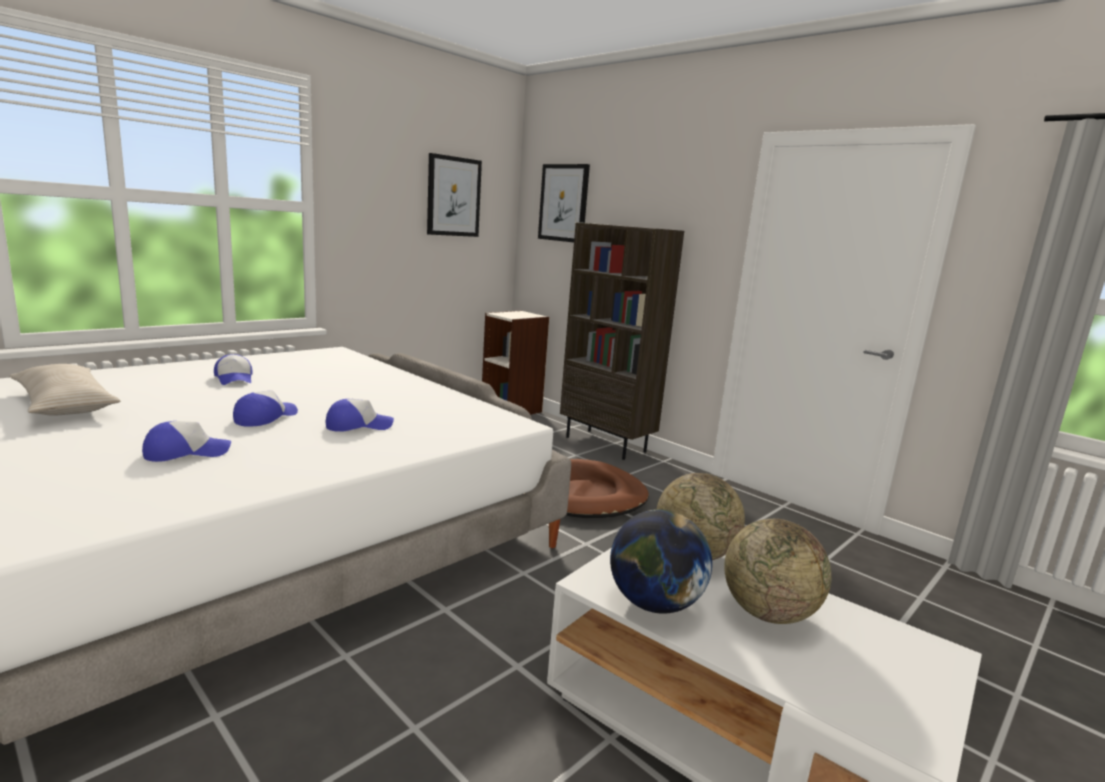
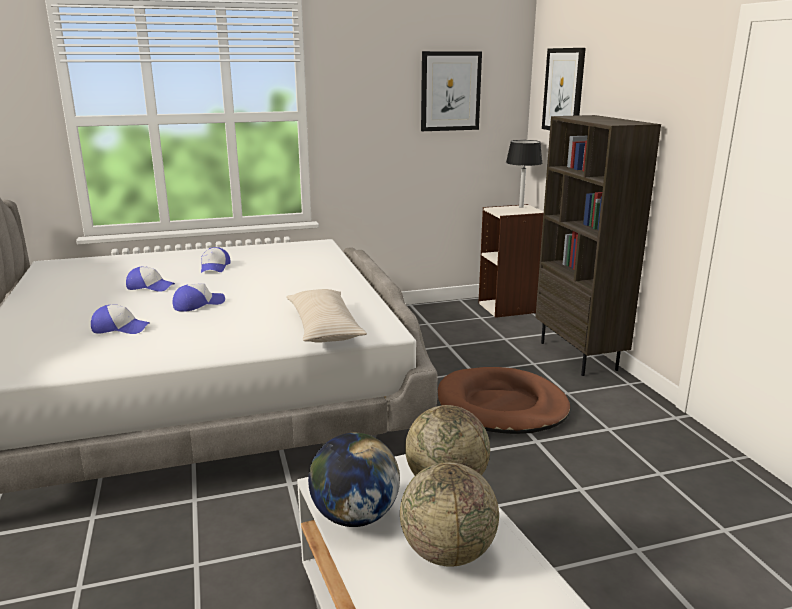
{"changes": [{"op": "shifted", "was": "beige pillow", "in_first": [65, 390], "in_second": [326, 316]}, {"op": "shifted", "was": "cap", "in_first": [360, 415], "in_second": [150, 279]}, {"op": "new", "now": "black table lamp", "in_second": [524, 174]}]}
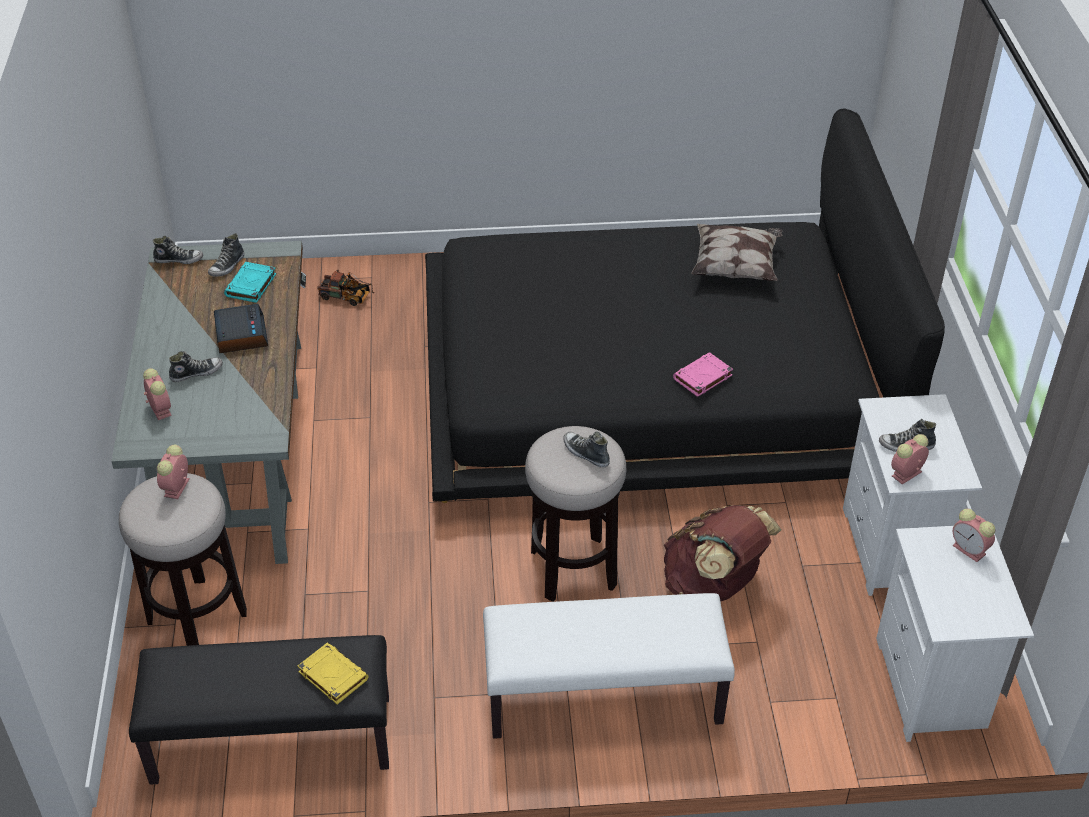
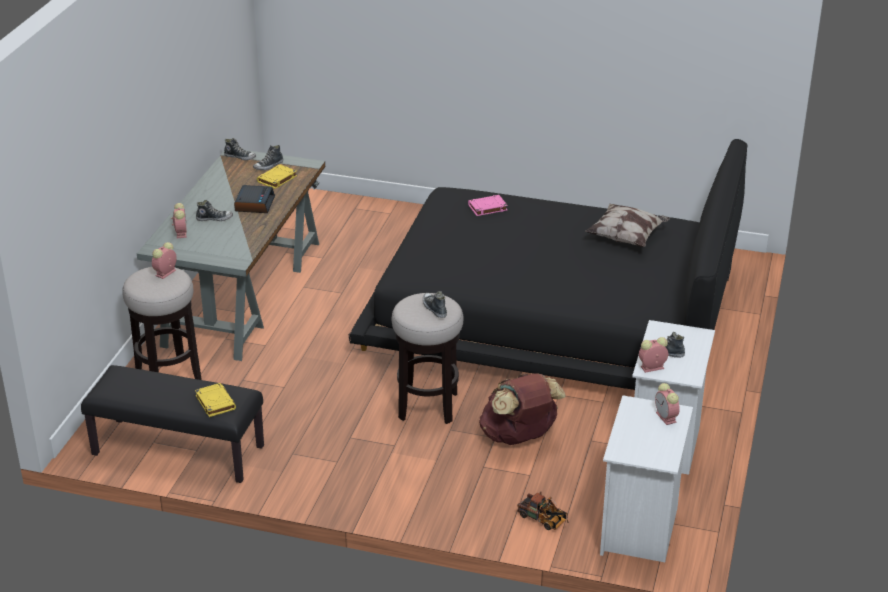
{"changes": [{"op": "repainted", "was": "turquoise book", "now": "yellow book", "in_first": [250, 282], "in_second": [277, 176]}, {"op": "shifted", "was": "toy truck", "in_first": [345, 287], "in_second": [542, 510]}, {"op": "gone", "was": "white bench", "in_first": [609, 666]}, {"op": "shifted", "was": "pink book", "in_first": [703, 374], "in_second": [488, 205]}]}
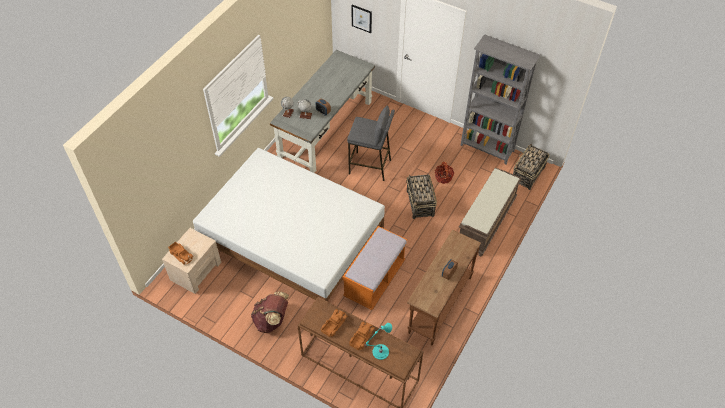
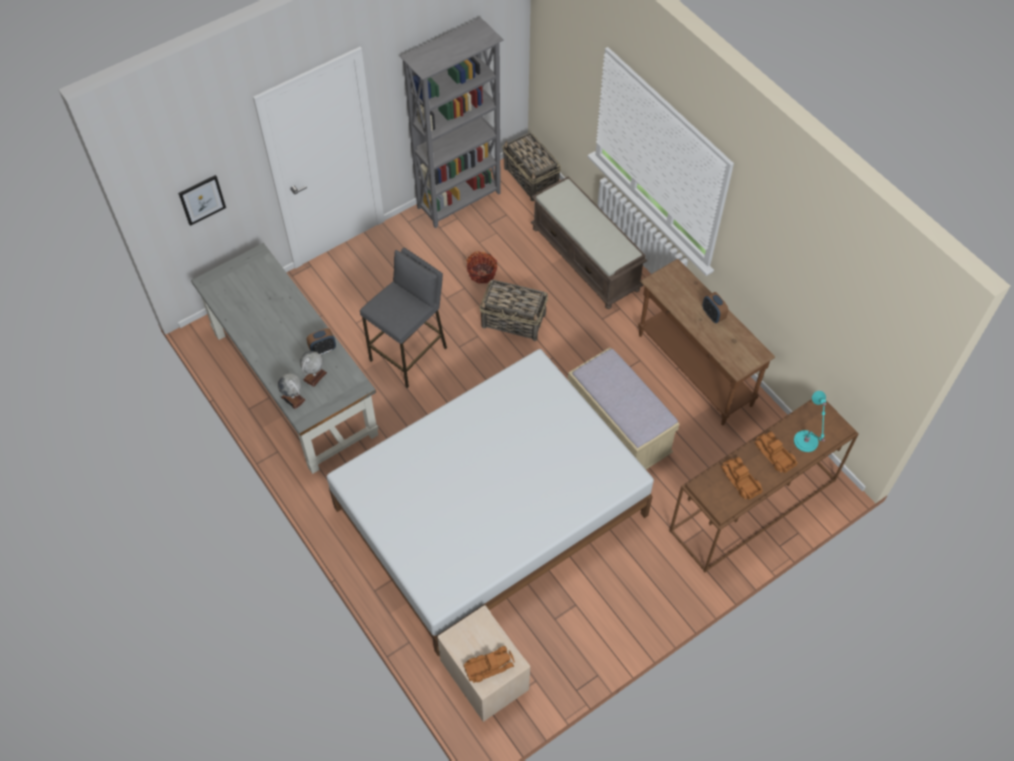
{"changes": [{"op": "gone", "was": "brown backpack", "in_first": [270, 312]}, {"op": "repainted", "was": "orange bench", "now": "beige bench", "in_first": [375, 268], "in_second": [623, 408]}]}
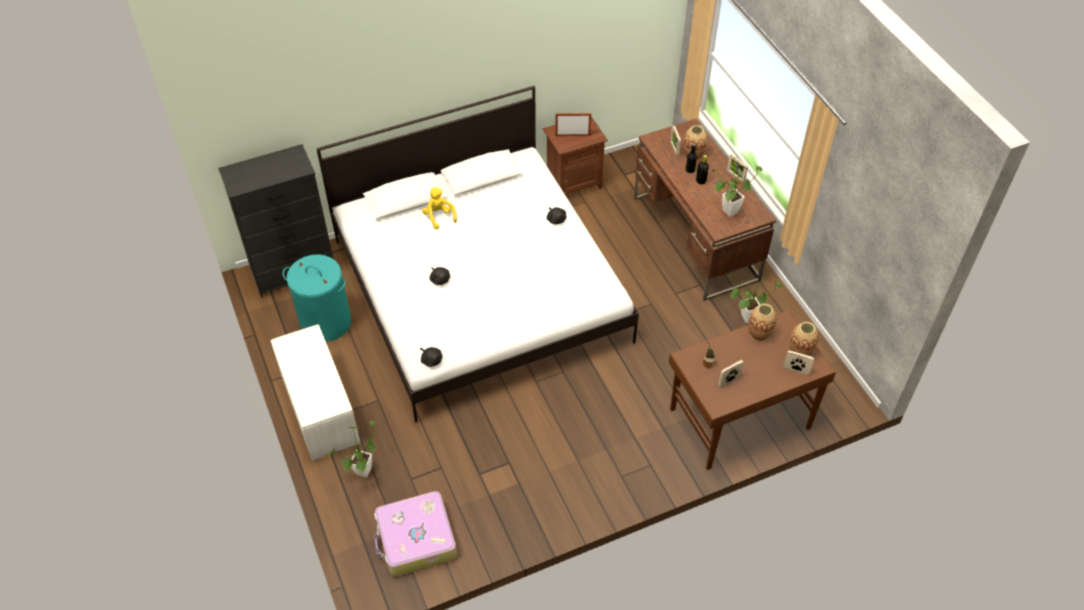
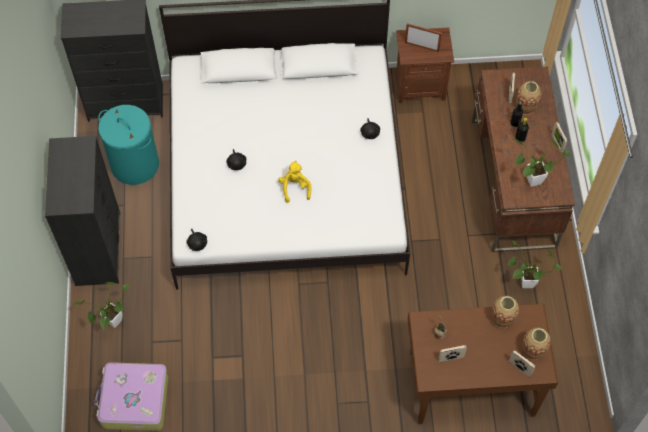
{"changes": [{"op": "swapped", "was": "white bench", "now": "black dresser", "in_first": [316, 393], "in_second": [82, 211]}, {"op": "shifted", "was": "yellow plush toy", "in_first": [439, 208], "in_second": [295, 182]}]}
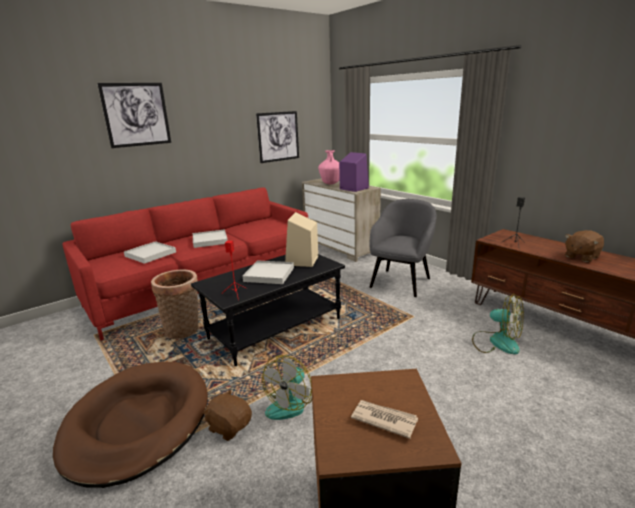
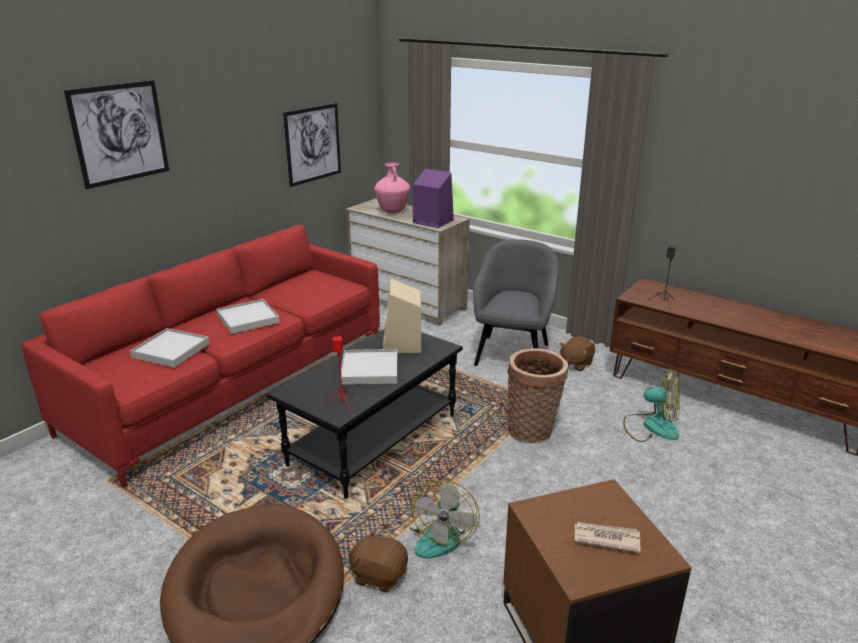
{"changes": [{"op": "shifted", "was": "basket", "in_first": [175, 304], "in_second": [537, 395]}, {"op": "shifted", "was": "brown plush toy", "in_first": [584, 246], "in_second": [577, 354]}]}
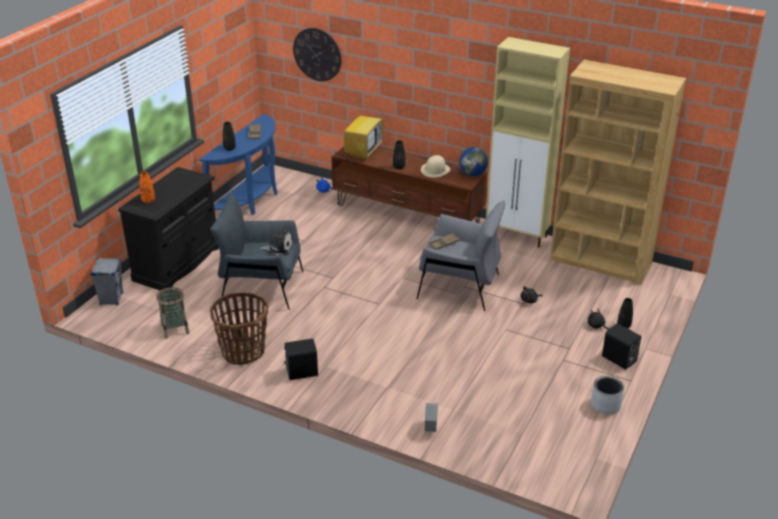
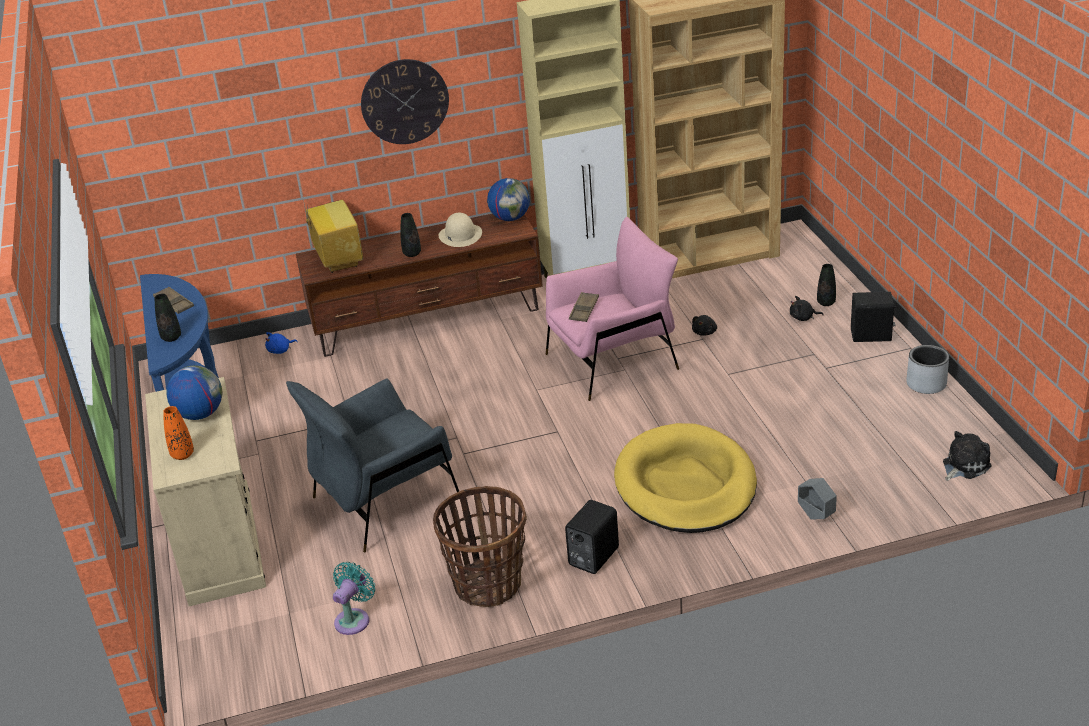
{"changes": [{"op": "gone", "was": "grey speaker", "in_first": [106, 281]}, {"op": "repainted", "was": "black cabinet", "now": "beige cabinet", "in_first": [168, 229], "in_second": [205, 491]}, {"op": "swapped", "was": "basket", "now": "turquoise fan", "in_first": [173, 313], "in_second": [354, 598]}, {"op": "shifted", "was": "plush toy", "in_first": [276, 241], "in_second": [967, 456]}, {"op": "shifted", "was": "wall clock", "in_first": [317, 54], "in_second": [405, 101]}, {"op": "repainted", "was": "grey armchair", "now": "pink armchair", "in_first": [460, 255], "in_second": [612, 309]}, {"op": "new", "now": "globe", "in_second": [194, 393]}, {"op": "new", "now": "yellow dog bed", "in_second": [685, 478]}]}
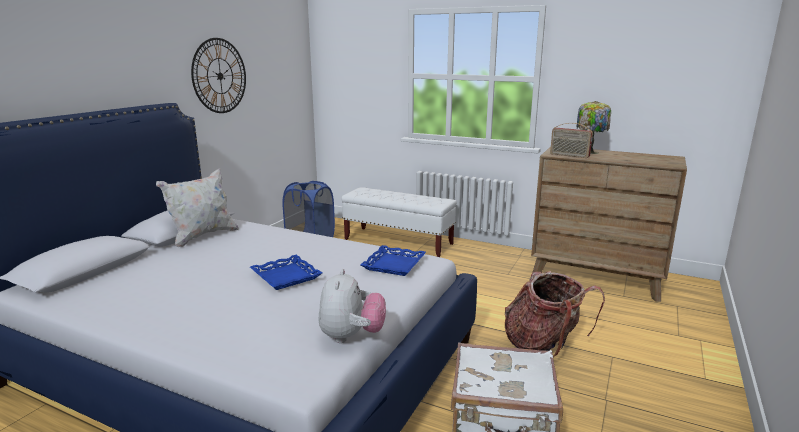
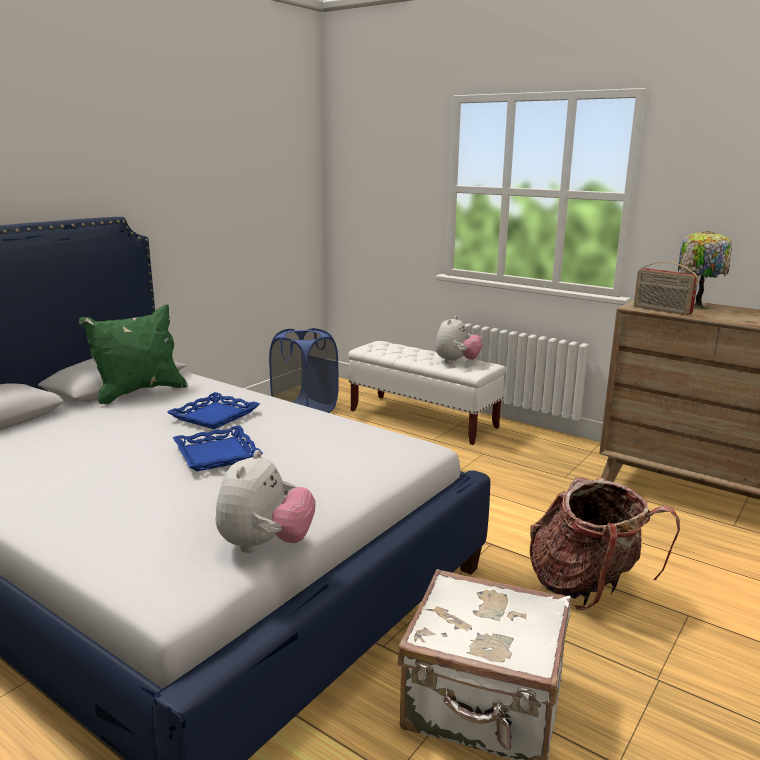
{"changes": [{"op": "repainted", "was": "white pillow", "now": "green pillow", "in_first": [197, 207], "in_second": [133, 354]}, {"op": "gone", "was": "wall clock", "in_first": [218, 75]}, {"op": "shifted", "was": "blue tray", "in_first": [393, 260], "in_second": [213, 410]}, {"op": "new", "now": "plush toy", "in_second": [459, 340]}]}
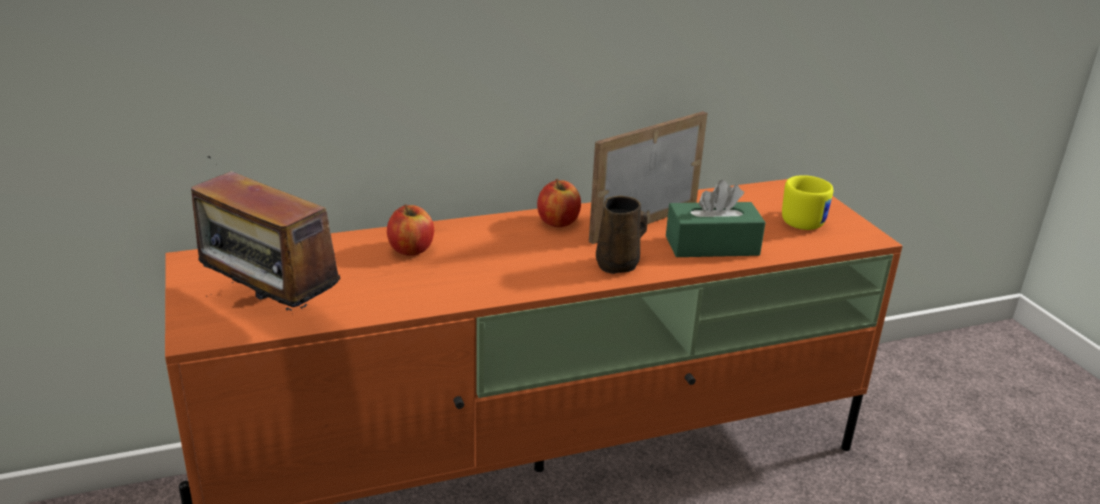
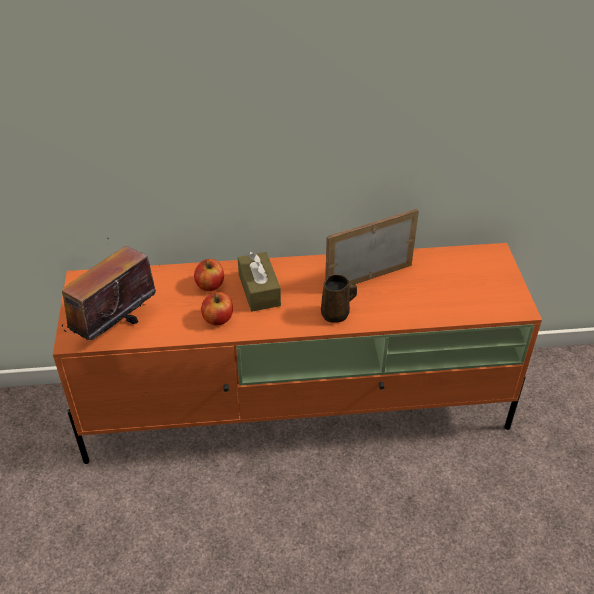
{"changes": [{"op": "rotated", "was": "radio", "in_first": [265, 233], "in_second": [111, 288], "clockwise": 75}, {"op": "shifted", "was": "apple", "in_first": [559, 203], "in_second": [217, 309]}, {"op": "gone", "was": "green tissue box", "in_first": [716, 218]}, {"op": "gone", "was": "yellow mug", "in_first": [807, 202]}, {"op": "new", "now": "brown tissue box", "in_second": [259, 282]}]}
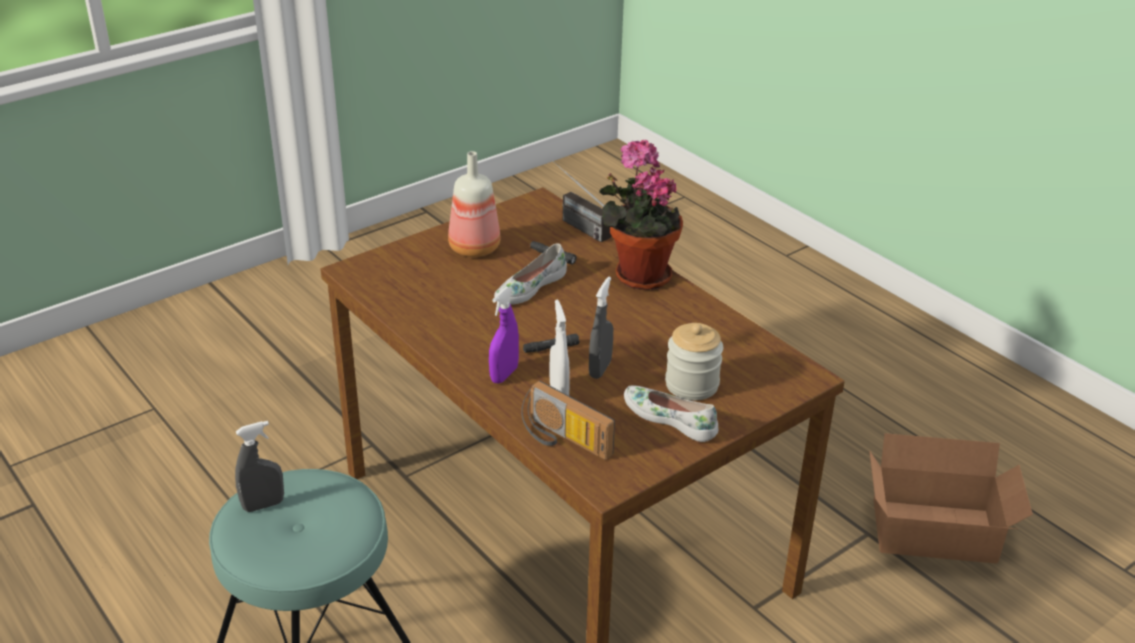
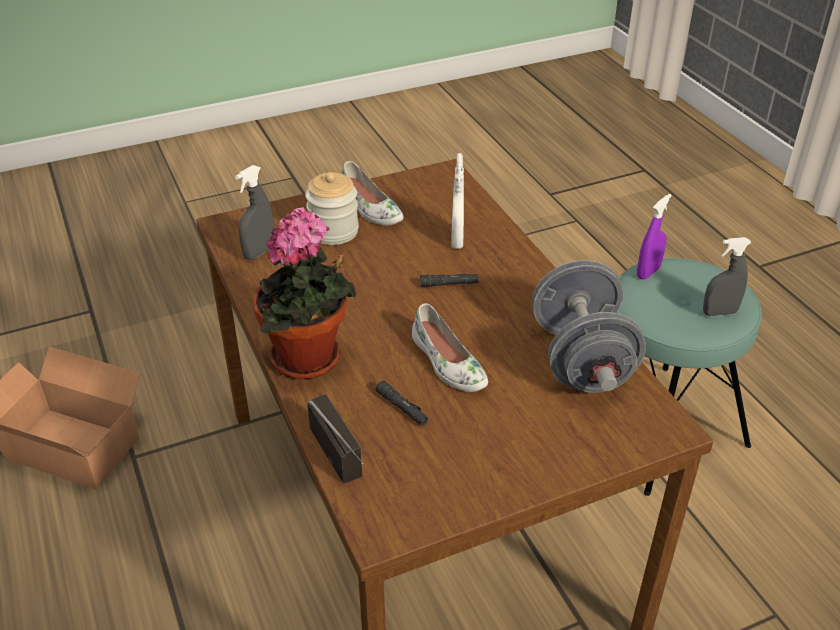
{"changes": [{"op": "gone", "was": "bottle", "in_first": [474, 204]}, {"op": "shifted", "was": "purple spray bottle", "in_first": [504, 335], "in_second": [654, 237]}, {"op": "rotated", "was": "white shoe", "in_first": [530, 274], "in_second": [450, 347], "clockwise": 90}, {"op": "gone", "was": "radio", "in_first": [568, 420]}, {"op": "shifted", "was": "grey spray bottle", "in_first": [601, 328], "in_second": [254, 212]}, {"op": "new", "now": "grey dumbbell", "in_second": [589, 326]}]}
